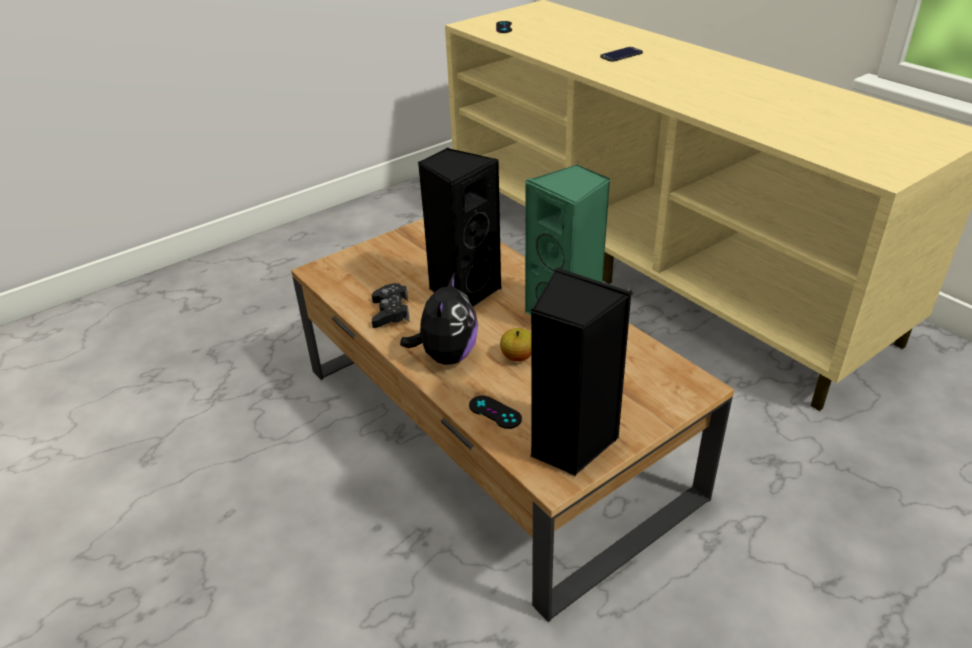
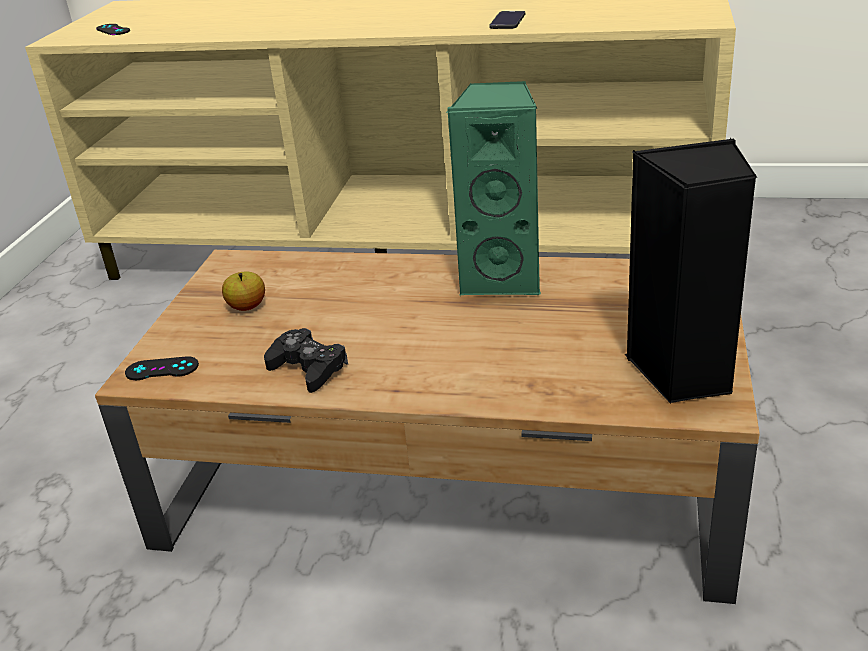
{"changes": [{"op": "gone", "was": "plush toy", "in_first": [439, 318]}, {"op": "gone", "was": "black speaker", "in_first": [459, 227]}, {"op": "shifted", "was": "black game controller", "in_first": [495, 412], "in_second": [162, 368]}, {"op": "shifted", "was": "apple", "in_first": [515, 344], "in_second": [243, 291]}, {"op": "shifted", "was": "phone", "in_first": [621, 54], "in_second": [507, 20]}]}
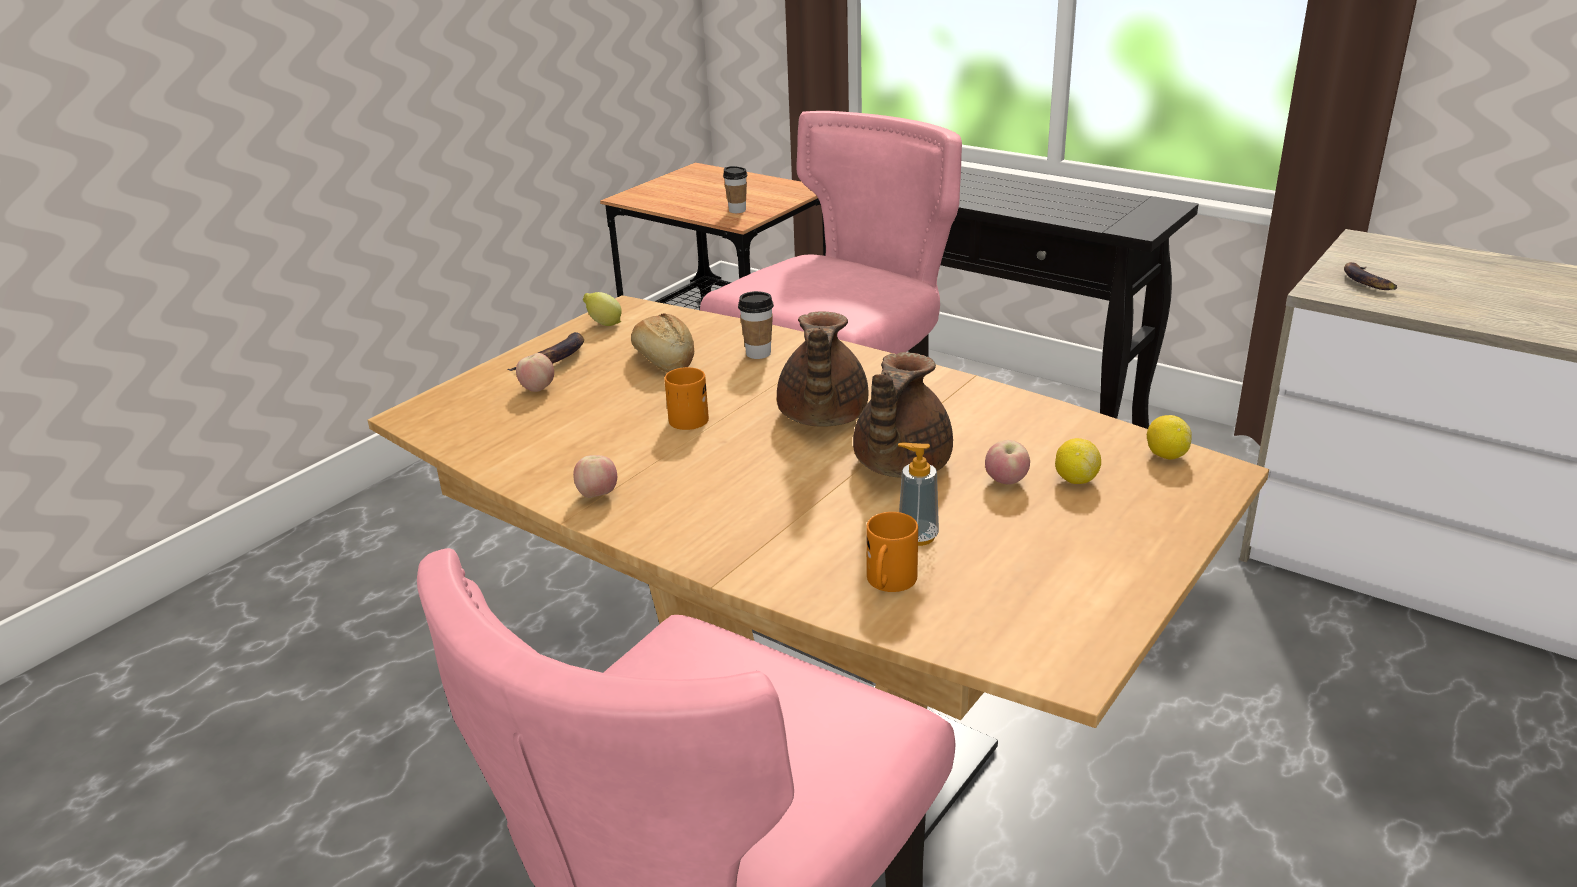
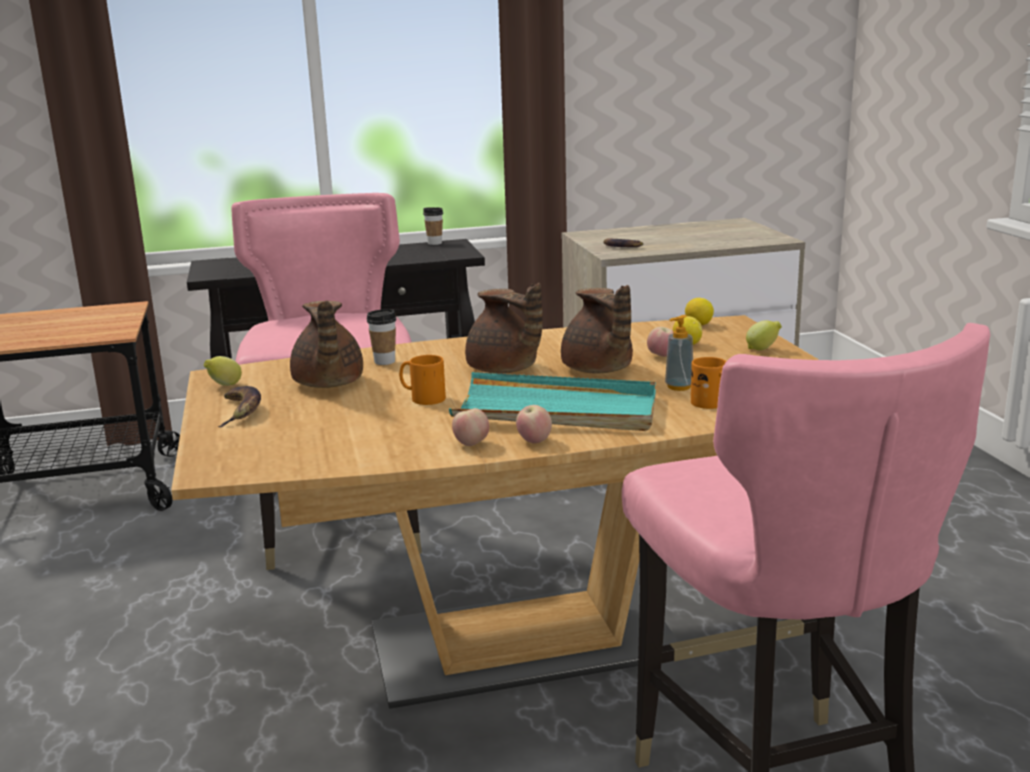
{"changes": [{"op": "shifted", "was": "apple", "in_first": [535, 372], "in_second": [534, 424]}, {"op": "swapped", "was": "bread", "now": "brown teapot", "in_first": [662, 342], "in_second": [326, 344]}, {"op": "shifted", "was": "cup", "in_first": [735, 189], "in_second": [433, 226]}, {"op": "new", "now": "turquoise tray", "in_second": [552, 401]}, {"op": "new", "now": "lemon", "in_second": [764, 335]}]}
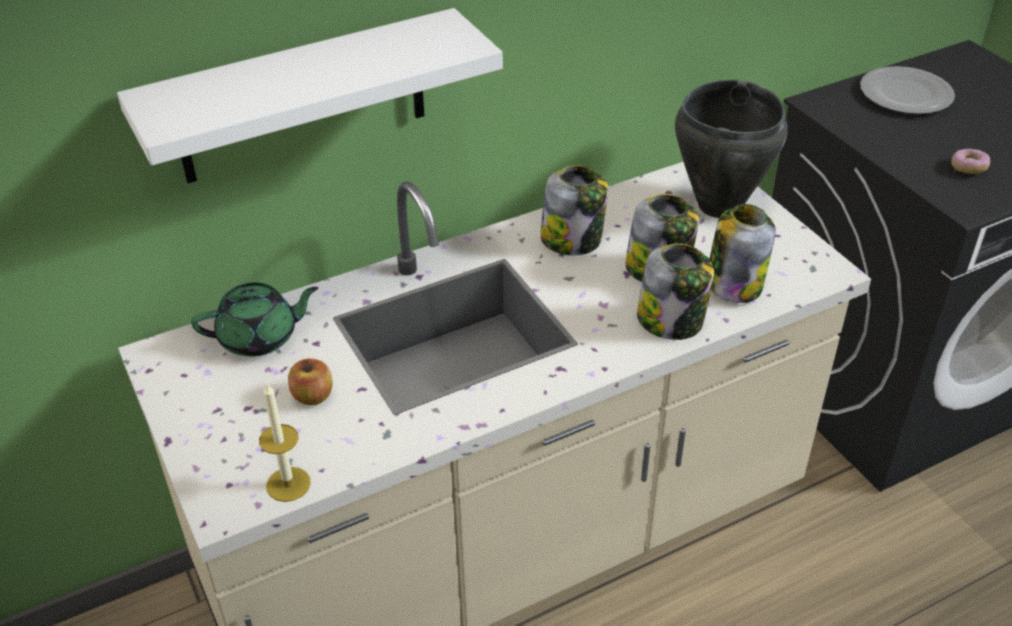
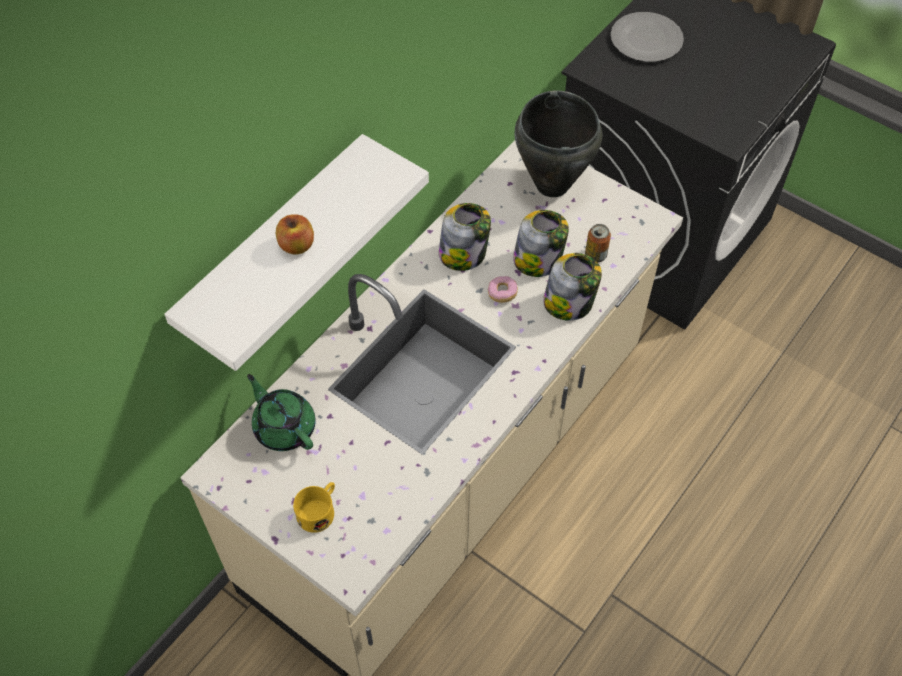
{"changes": [{"op": "rotated", "was": "green teapot", "in_first": [254, 319], "in_second": [281, 412], "clockwise": -90}, {"op": "gone", "was": "candle", "in_first": [285, 442]}, {"op": "shifted", "was": "apple", "in_first": [310, 382], "in_second": [295, 234]}, {"op": "swapped", "was": "jar", "now": "can", "in_first": [743, 253], "in_second": [598, 243]}, {"op": "shifted", "was": "donut", "in_first": [970, 161], "in_second": [503, 289]}, {"op": "new", "now": "yellow mug", "in_second": [314, 507]}]}
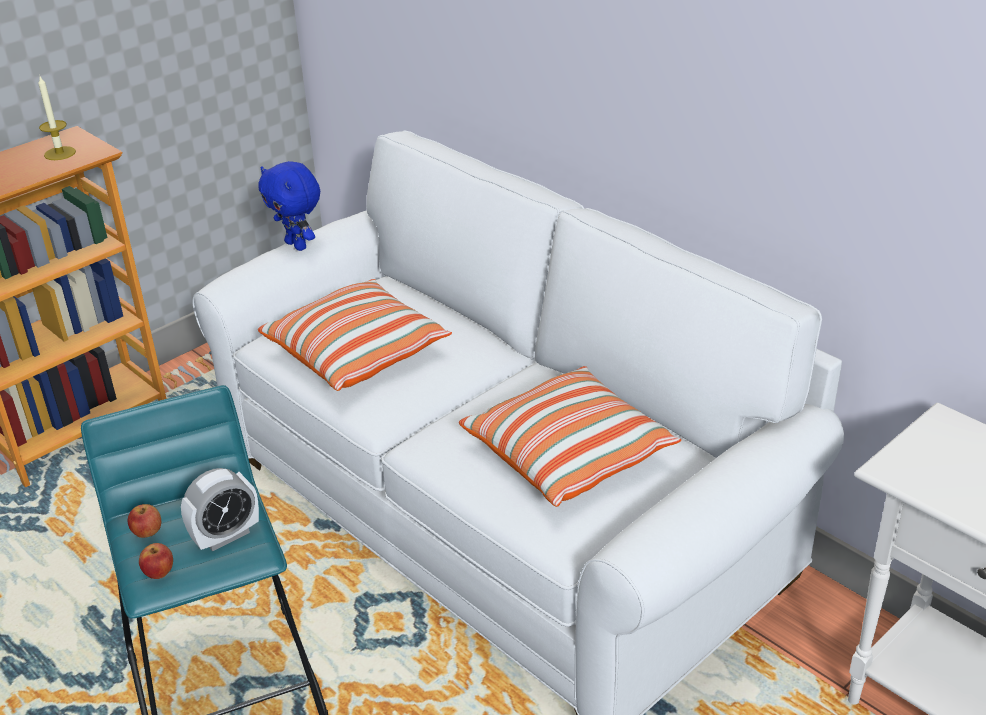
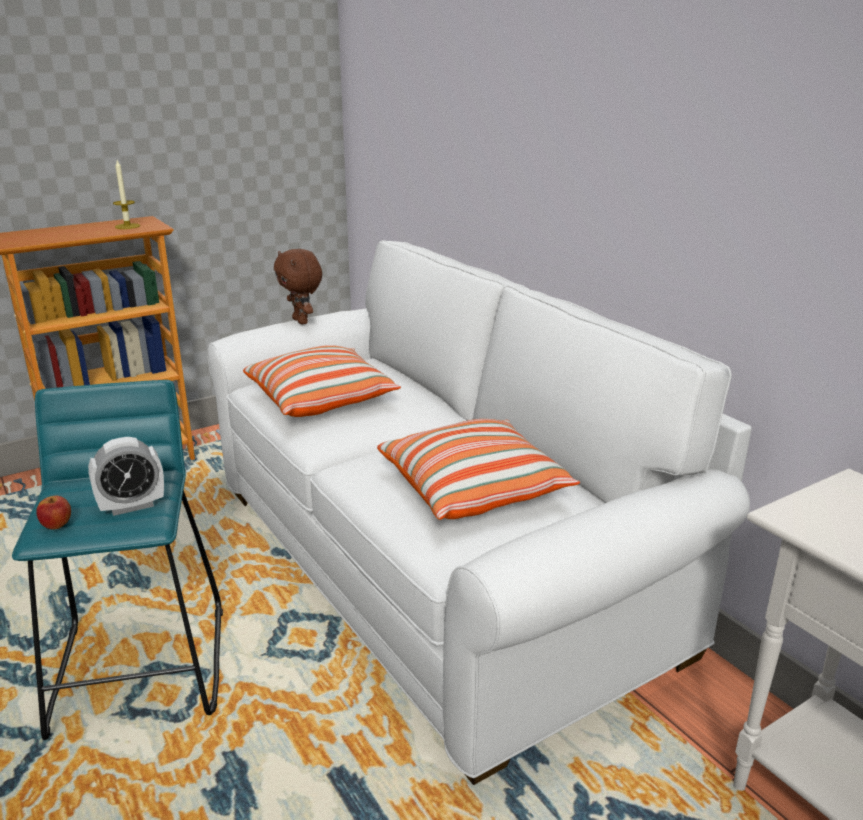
{"changes": [{"op": "gone", "was": "apple", "in_first": [144, 521]}, {"op": "repainted", "was": "blue plush toy", "now": "brown plush toy", "in_first": [289, 206], "in_second": [298, 287]}]}
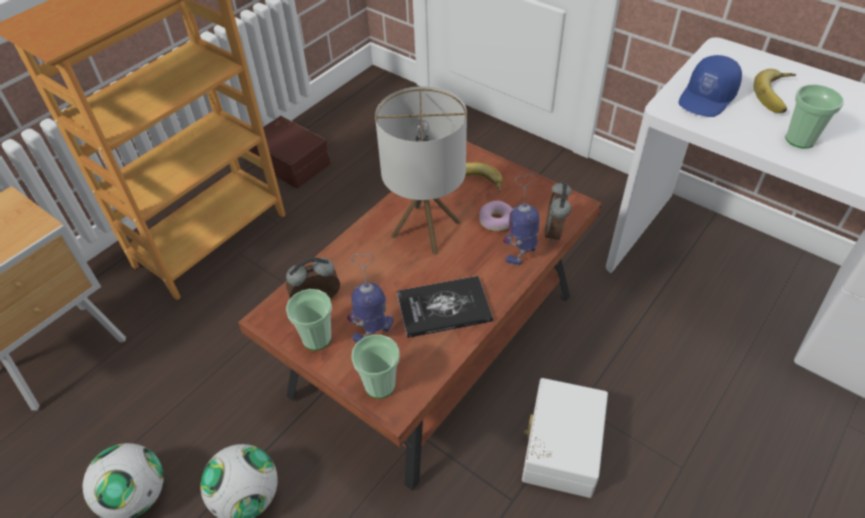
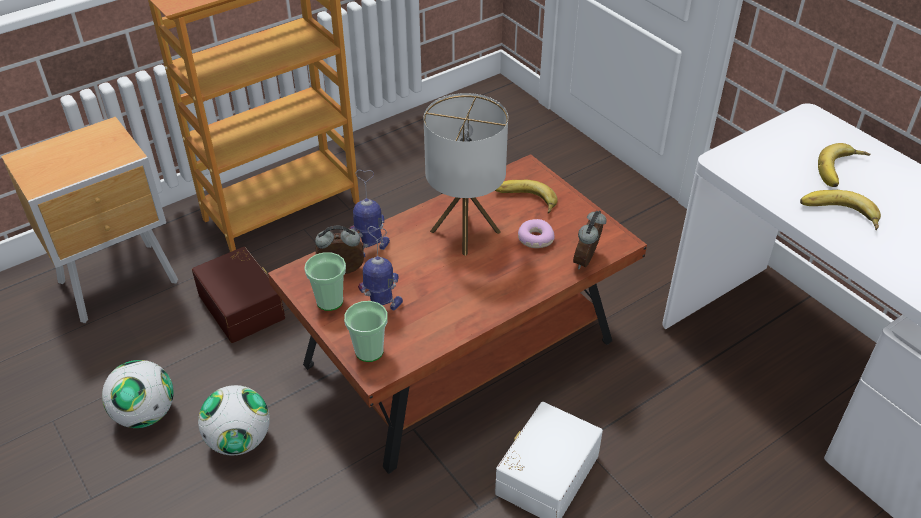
{"changes": [{"op": "shifted", "was": "brown storage box", "in_first": [289, 152], "in_second": [238, 295]}, {"op": "gone", "was": "book", "in_first": [445, 307]}, {"op": "shifted", "was": "toy robot", "in_first": [521, 219], "in_second": [369, 213]}, {"op": "gone", "was": "blue cap", "in_first": [710, 86]}, {"op": "swapped", "was": "cup", "now": "banana", "in_first": [814, 116], "in_second": [840, 210]}]}
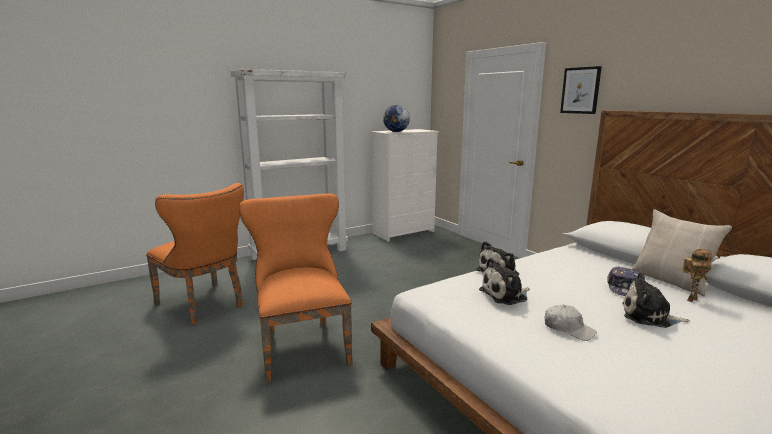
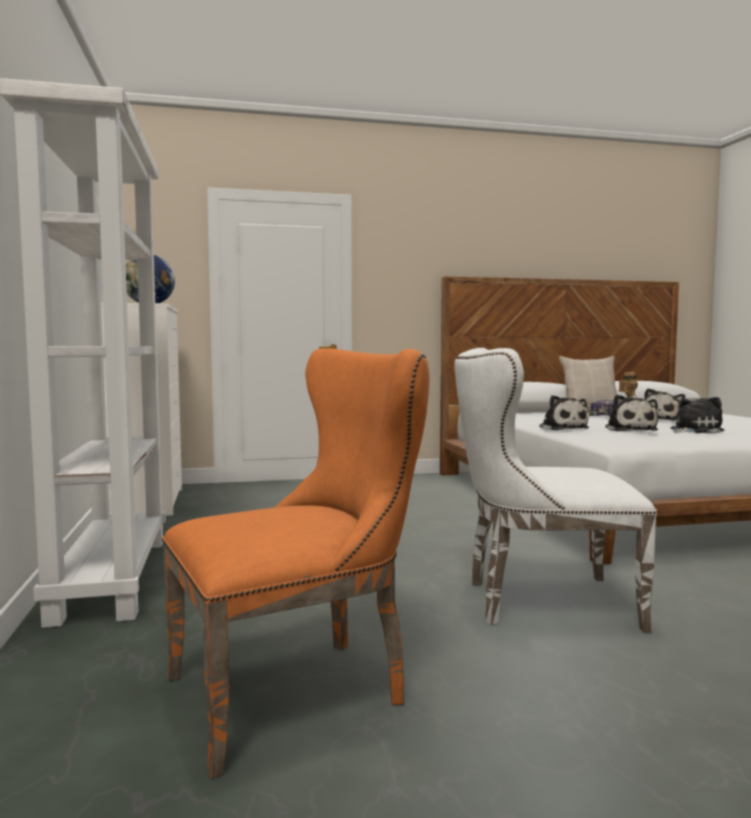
{"changes": [{"op": "repainted", "was": "orange chair", "now": "white chair", "in_first": [296, 288], "in_second": [555, 490]}, {"op": "swapped", "was": "white cap", "now": "plush toy", "in_first": [571, 323], "in_second": [697, 415]}, {"op": "gone", "was": "picture", "in_first": [581, 90]}]}
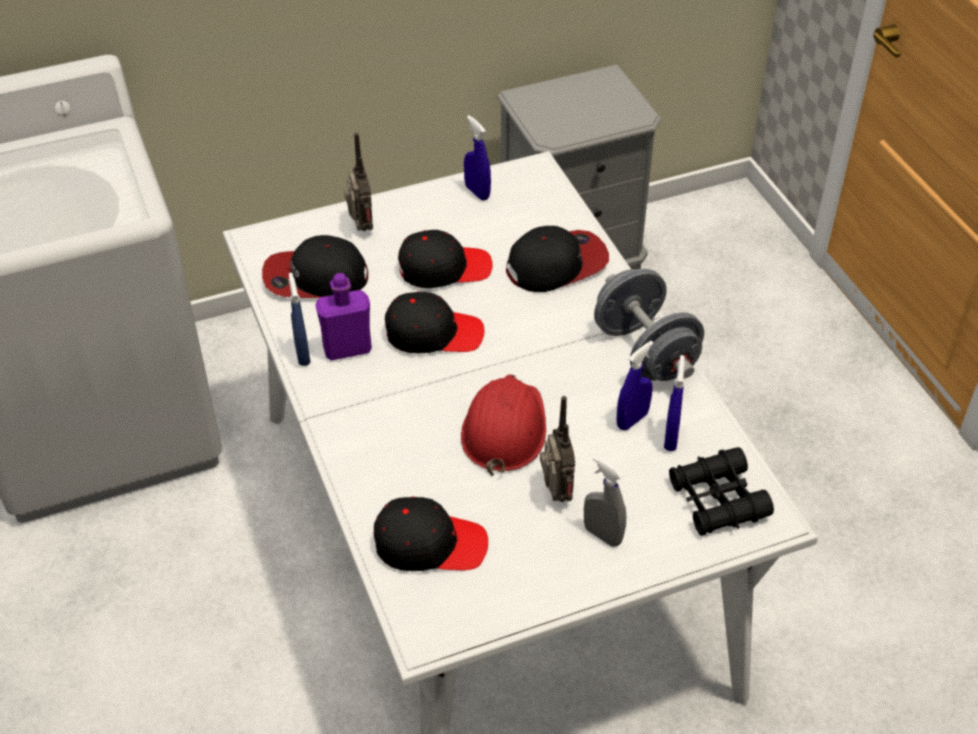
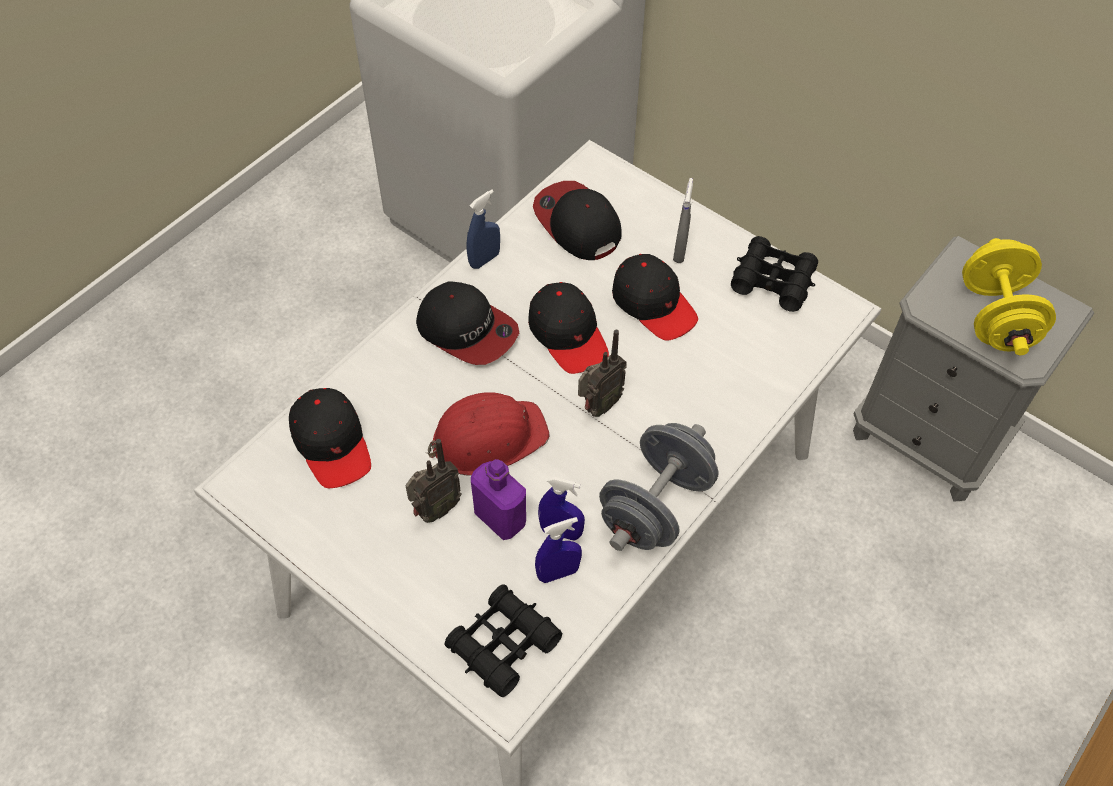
{"changes": [{"op": "shifted", "was": "purple bottle", "in_first": [343, 317], "in_second": [498, 499]}, {"op": "shifted", "was": "radio", "in_first": [358, 182], "in_second": [602, 373]}, {"op": "swapped", "was": "blue spray bottle", "now": "black binoculars", "in_first": [477, 157], "in_second": [774, 274]}, {"op": "shifted", "was": "cap", "in_first": [557, 259], "in_second": [467, 323]}, {"op": "shifted", "was": "grey spray bottle", "in_first": [605, 501], "in_second": [683, 220]}, {"op": "new", "now": "yellow dumbbell", "in_second": [1009, 296]}]}
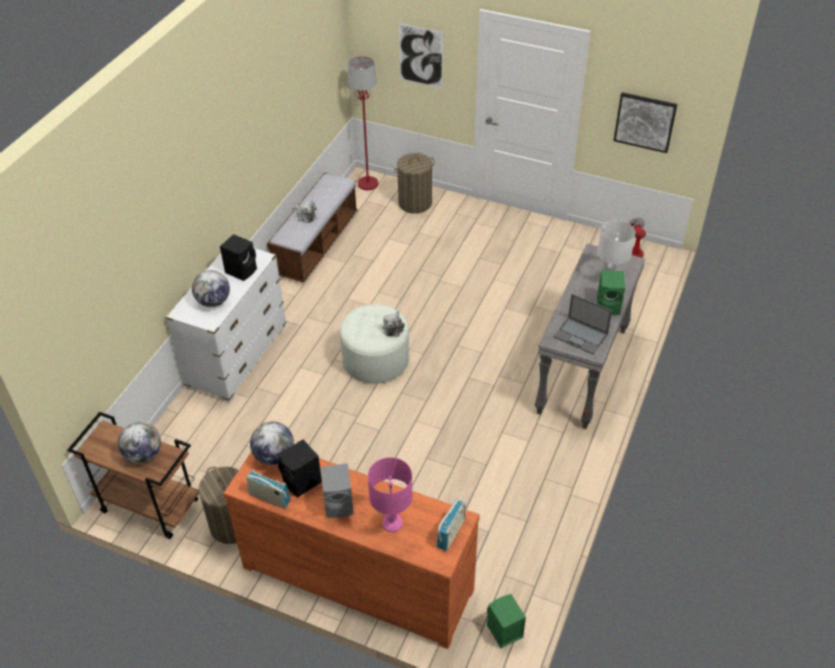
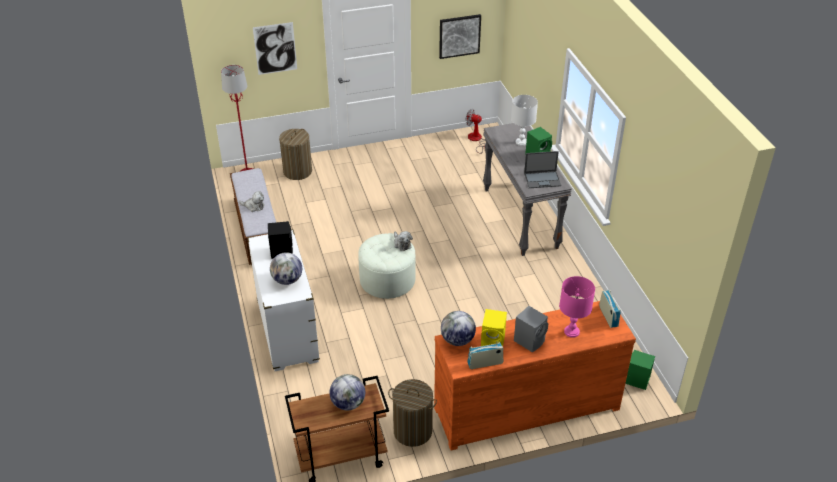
{"changes": [{"op": "repainted", "was": "black speaker", "now": "yellow speaker", "in_first": [300, 468], "in_second": [494, 327]}]}
